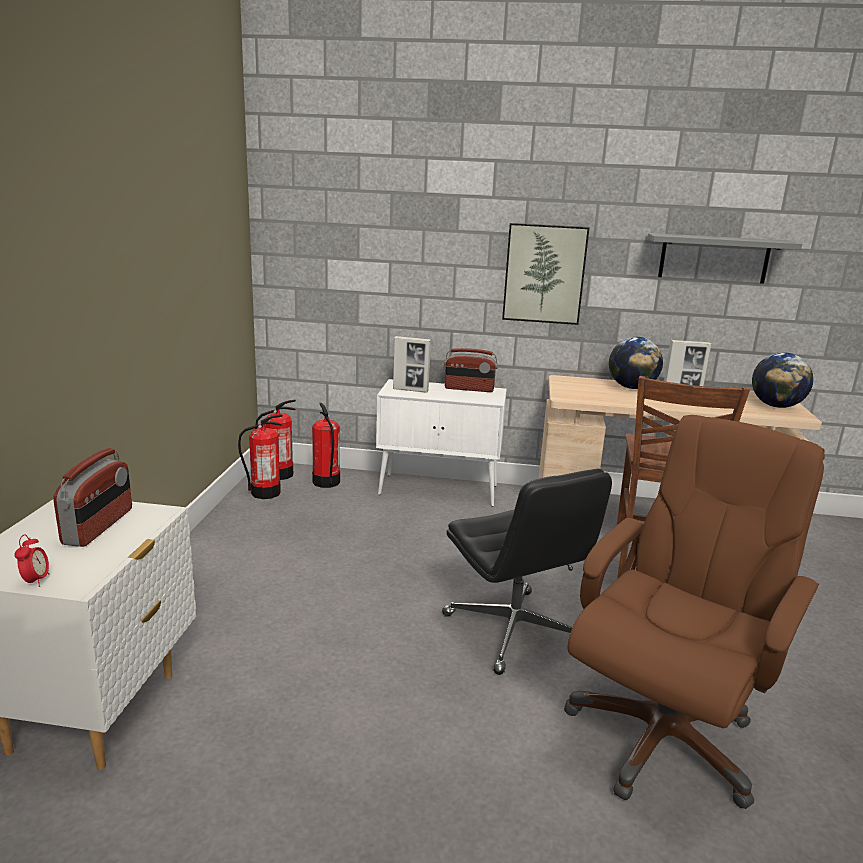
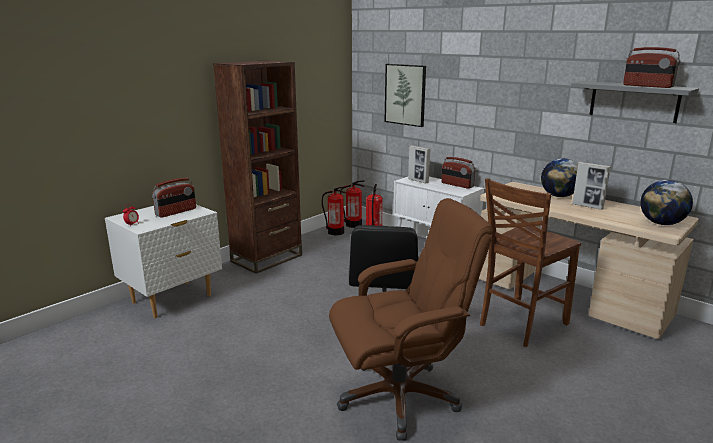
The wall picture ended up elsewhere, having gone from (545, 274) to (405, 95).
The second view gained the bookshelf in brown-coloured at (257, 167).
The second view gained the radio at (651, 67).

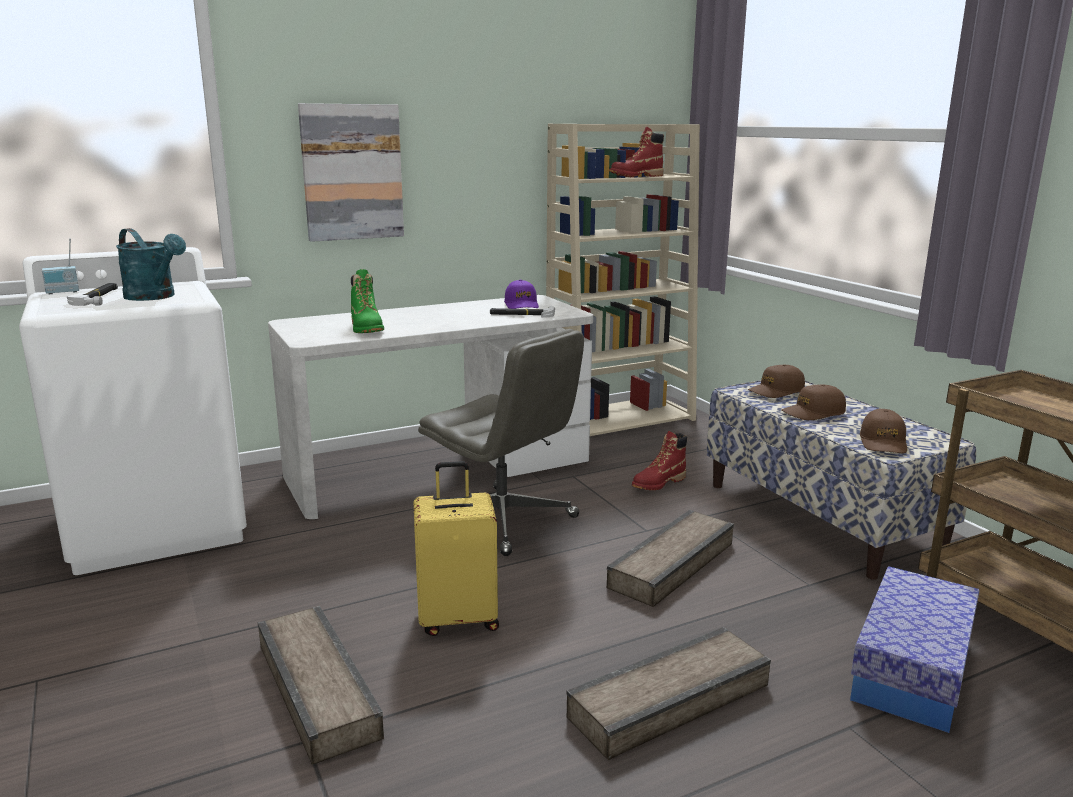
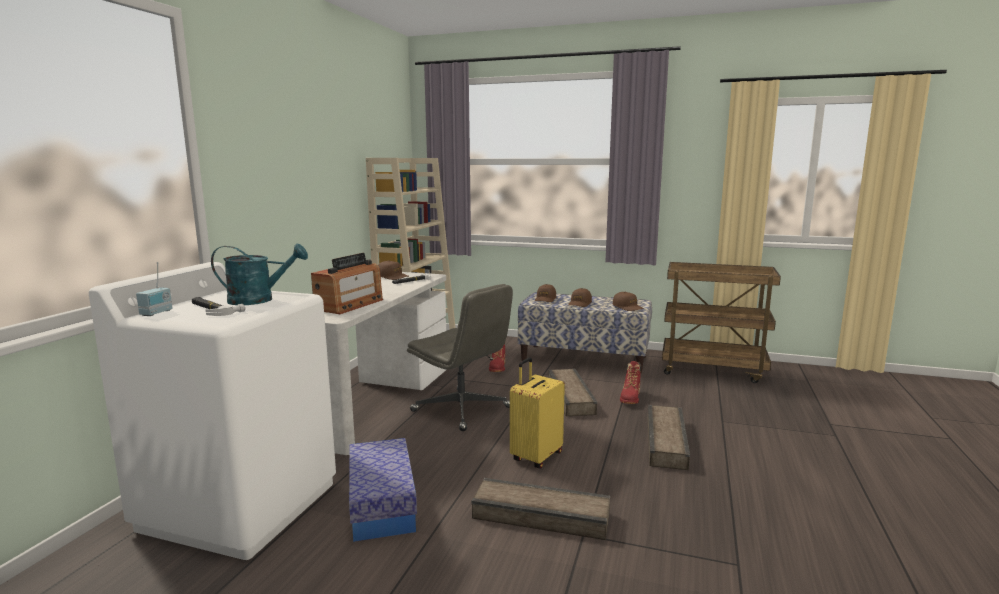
The second view lost the wall picture at (351, 172).
Where the tall boot in green-coloured stood at (367, 301), the radio came to stand at (347, 283).
The office chair in gray at (501, 442) ended up facing another way, 45 degrees clockwise from before.
What was the peaked cap in purplish at (521, 294) turned into the peaked cap in brown-coloured at (393, 270).
The tall boot in red-coloured ended up elsewhere, having gone from (636, 152) to (630, 382).
The storage box ended up elsewhere, having gone from (915, 649) to (383, 490).

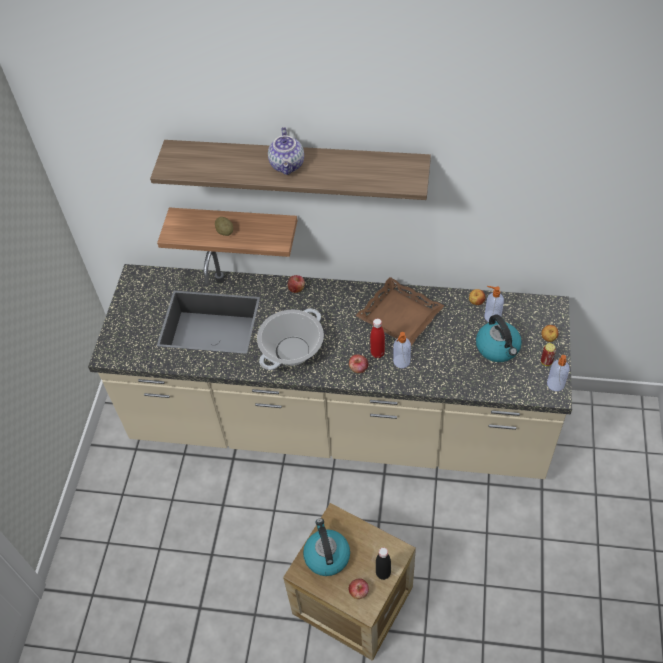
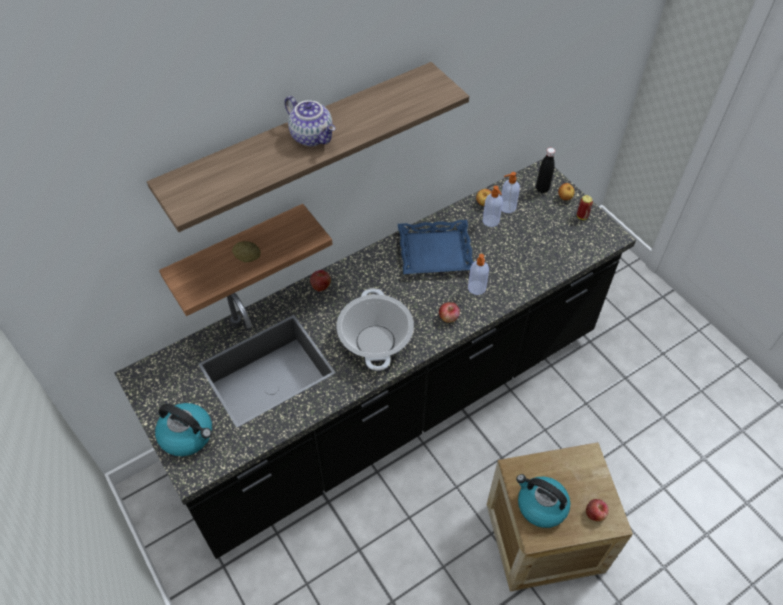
What was the kitchen base unit in sand-coloured at (330, 365) turned into the kitchen base unit in blackish at (375, 359).
What was the carrying tray in brown-coloured at (399, 311) turned into the carrying tray in blue at (436, 247).
The second view lost the bottle in red-coloured at (377, 338).
The bottle in blackish ended up elsewhere, having gone from (383, 563) to (545, 170).
The tea kettle ended up elsewhere, having gone from (499, 338) to (183, 429).
The soap dispenser ended up elsewhere, having gone from (558, 373) to (493, 206).

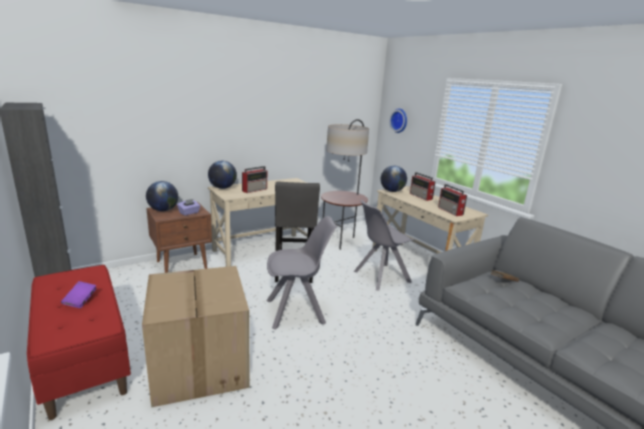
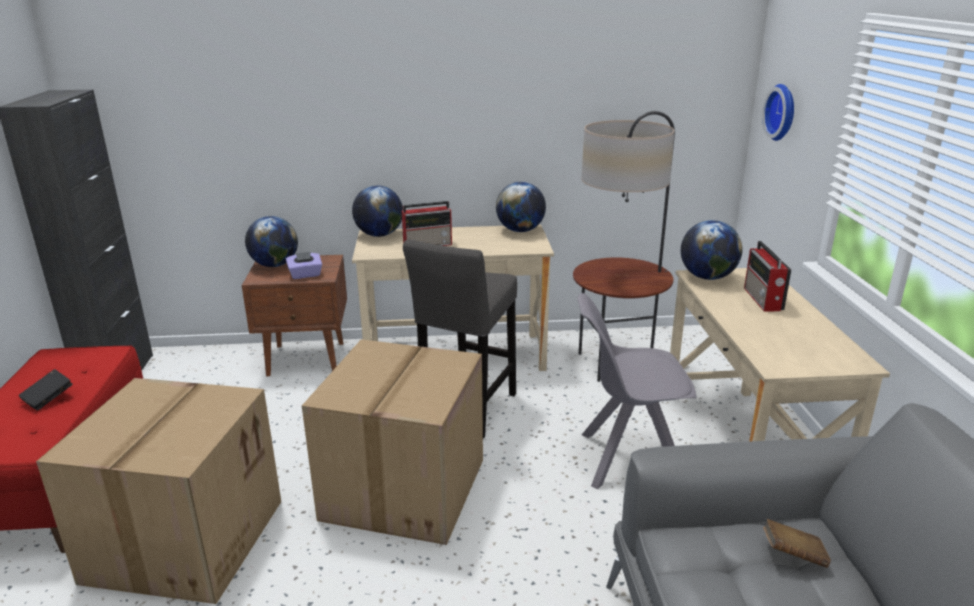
What was the volume in purplish at (79, 294) turned into the volume in blackish at (45, 389).
Where the plain chair in gray stood at (301, 273), the cardboard box came to stand at (392, 442).
The second view lost the radio at (452, 200).
The second view gained the desk globe at (521, 207).

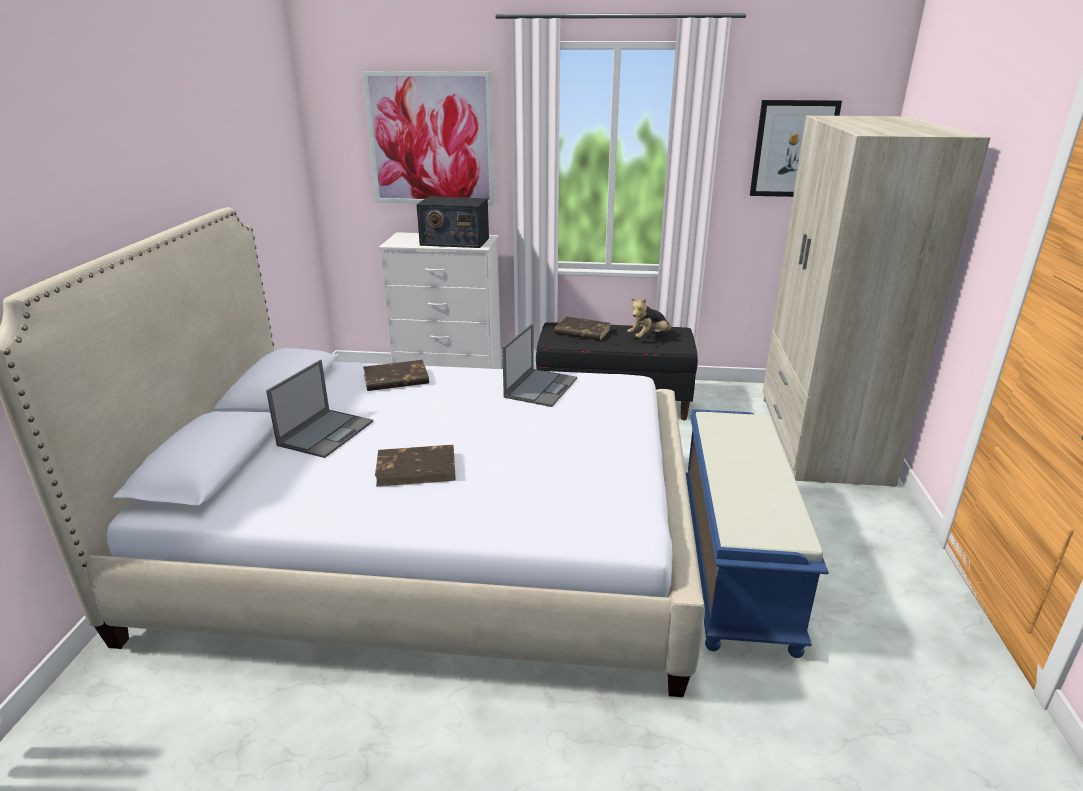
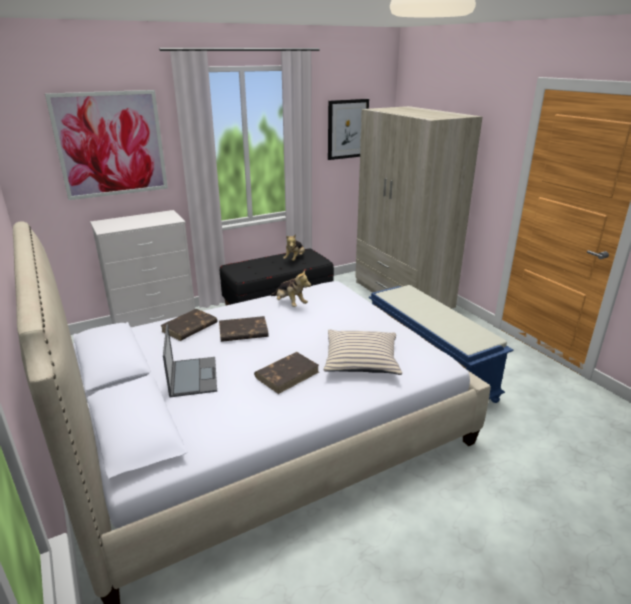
The second view lost the radio at (452, 222).
Where the laptop stood at (539, 365), the soft toy came to stand at (291, 288).
The volume in brown-coloured ended up elsewhere, having gone from (582, 328) to (244, 329).
The second view gained the pillow in sand-coloured at (363, 352).

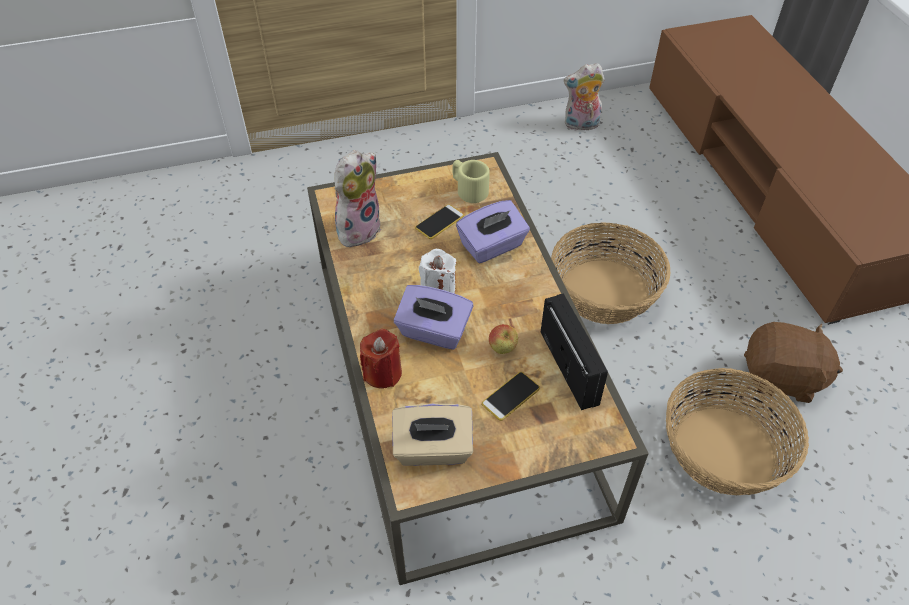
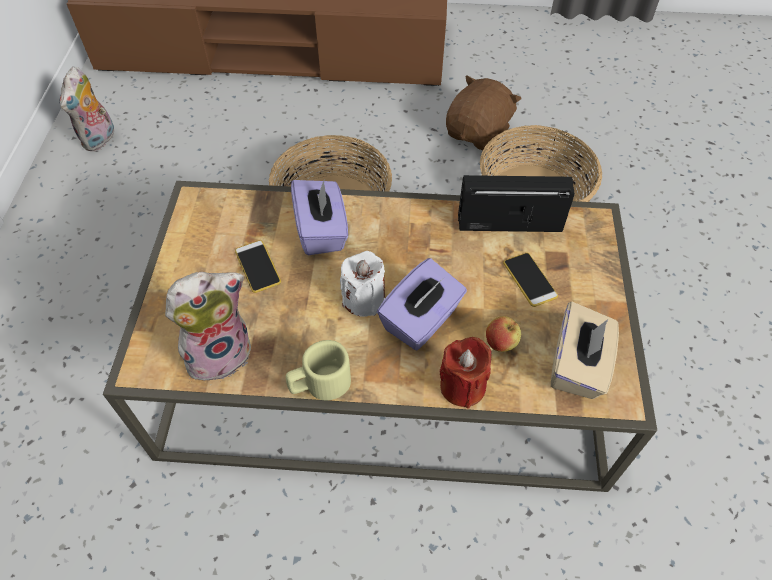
The soft toy at (357, 198) ended up facing another way, 90 degrees clockwise from before.
The mug in sand-coloured ended up elsewhere, having gone from (471, 181) to (318, 370).
The apple ended up elsewhere, having gone from (503, 339) to (503, 334).

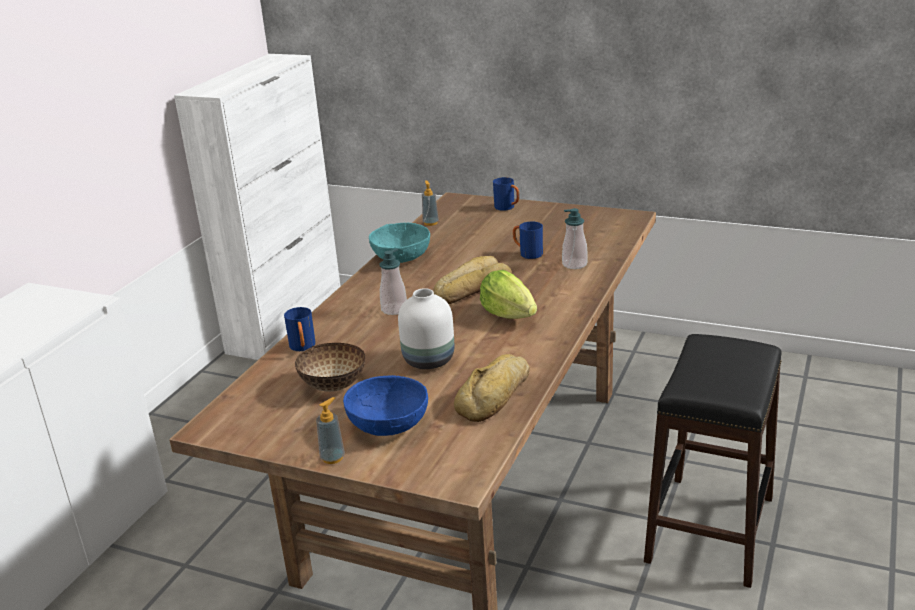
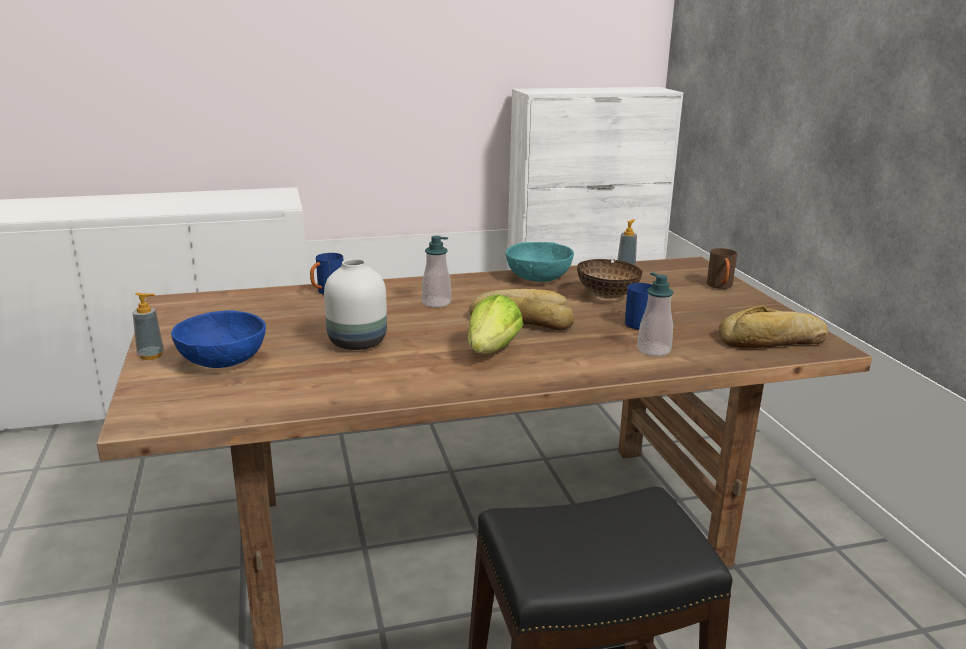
The deep dish ended up elsewhere, having gone from (330, 367) to (610, 279).
The baked bread ended up elsewhere, having gone from (492, 388) to (773, 326).
What was the mug in blue at (506, 194) turned into the mug in brown-coloured at (722, 268).

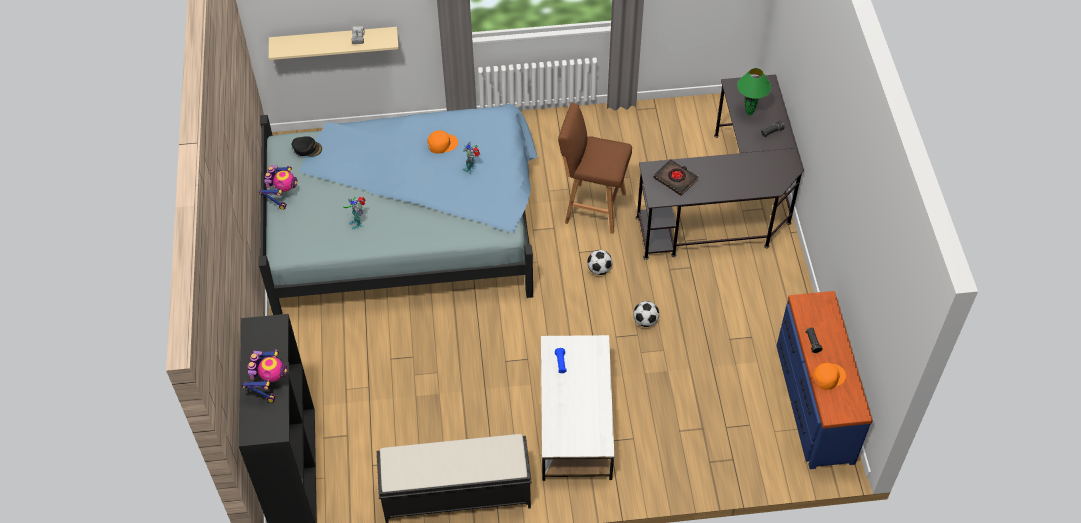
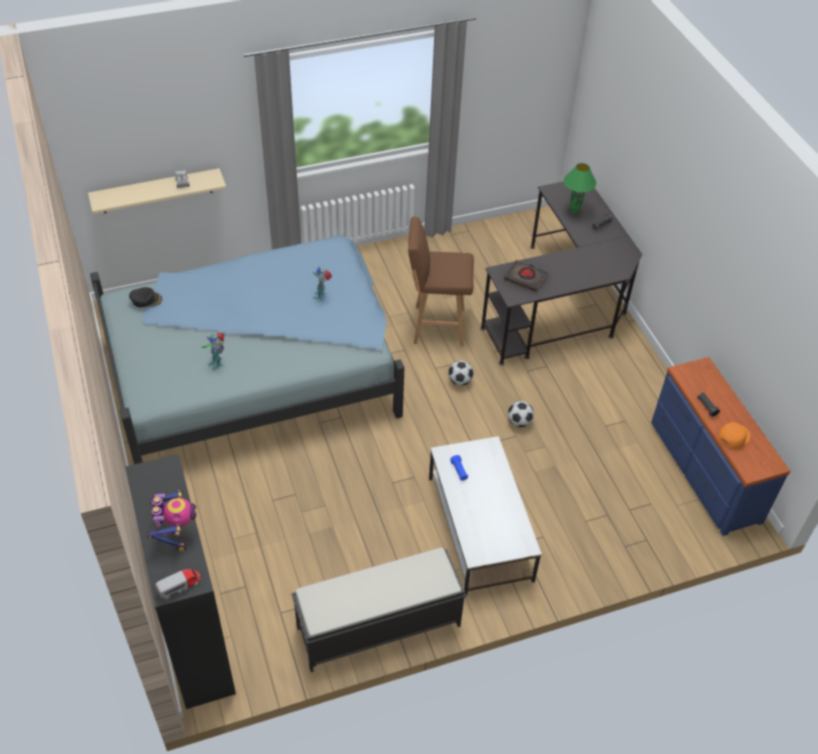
The second view lost the model robot at (278, 187).
The second view lost the peaked cap in orange at (442, 142).
The second view gained the model truck at (178, 584).

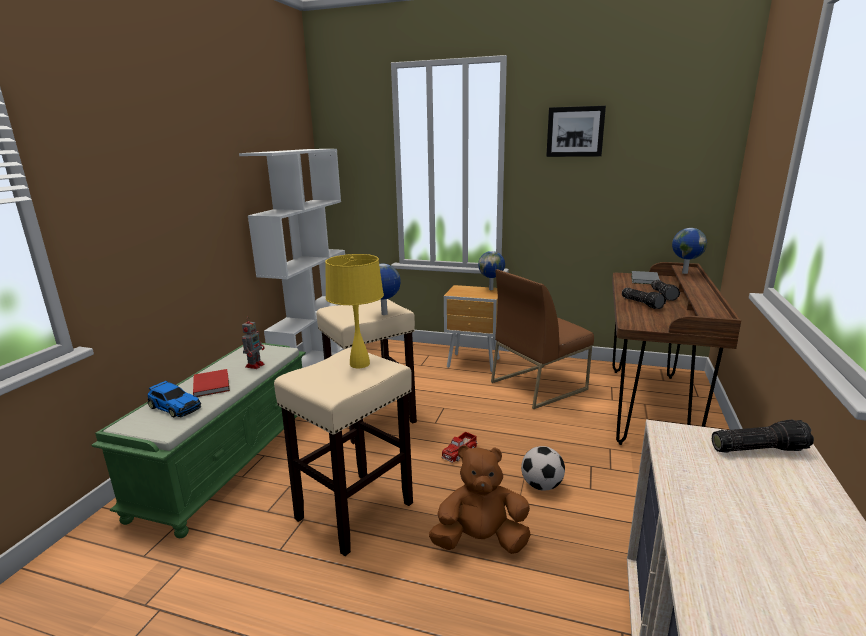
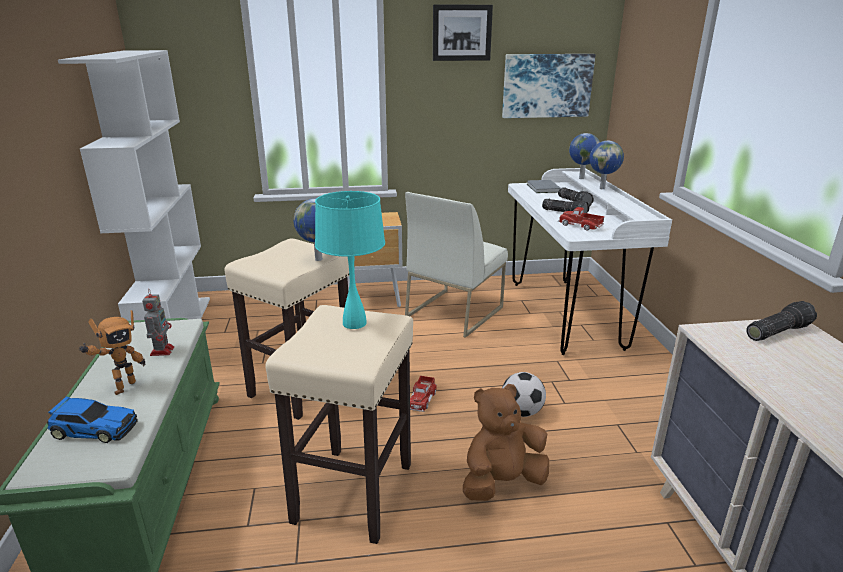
Where the volume in red-coloured stood at (211, 383), the model robot came to stand at (111, 352).
What was the table lamp in yellow-coloured at (354, 311) turned into the table lamp in turquoise at (350, 260).
The desk globe ended up elsewhere, having gone from (491, 270) to (606, 165).
What was the plain chair in brown-coloured at (542, 339) turned into the plain chair in whitish at (456, 265).
What was the desk table in brown-coloured at (676, 353) turned into the desk table in whitish at (590, 261).
The second view gained the wall picture at (549, 86).
The second view gained the model truck at (581, 219).

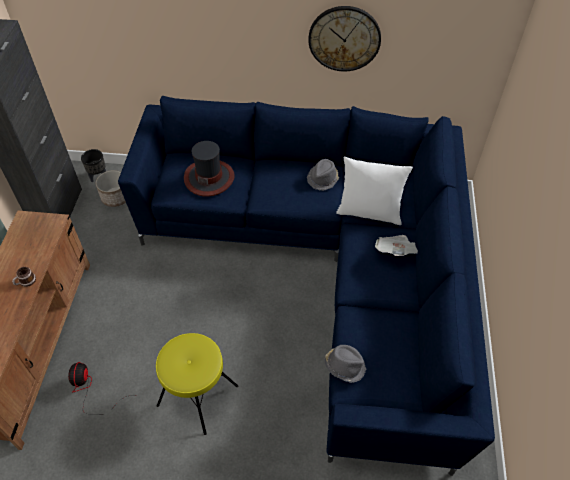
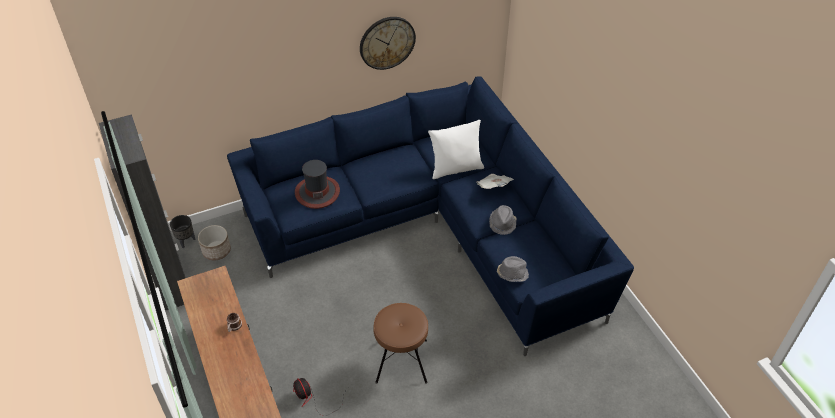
What was the stool seat in yellow-coloured at (197, 384) turned into the stool seat in brown-coloured at (400, 343).
The hat in gray ended up elsewhere, having gone from (323, 175) to (503, 220).

